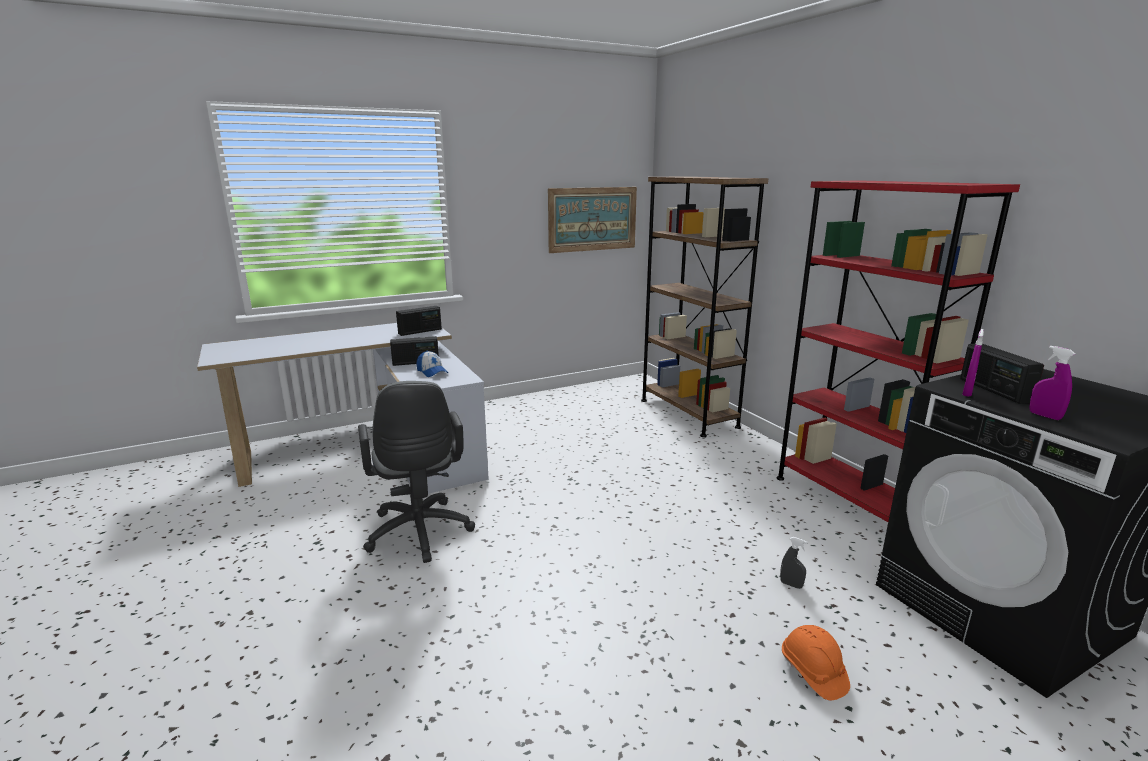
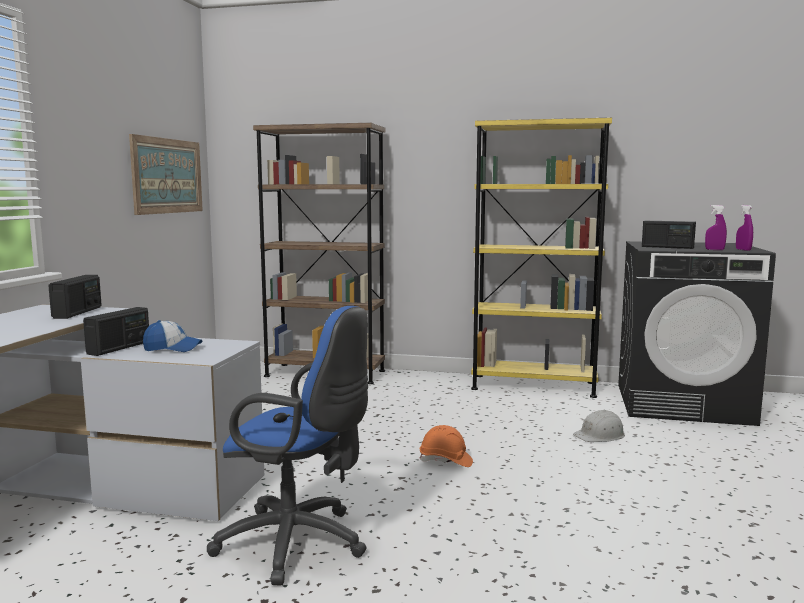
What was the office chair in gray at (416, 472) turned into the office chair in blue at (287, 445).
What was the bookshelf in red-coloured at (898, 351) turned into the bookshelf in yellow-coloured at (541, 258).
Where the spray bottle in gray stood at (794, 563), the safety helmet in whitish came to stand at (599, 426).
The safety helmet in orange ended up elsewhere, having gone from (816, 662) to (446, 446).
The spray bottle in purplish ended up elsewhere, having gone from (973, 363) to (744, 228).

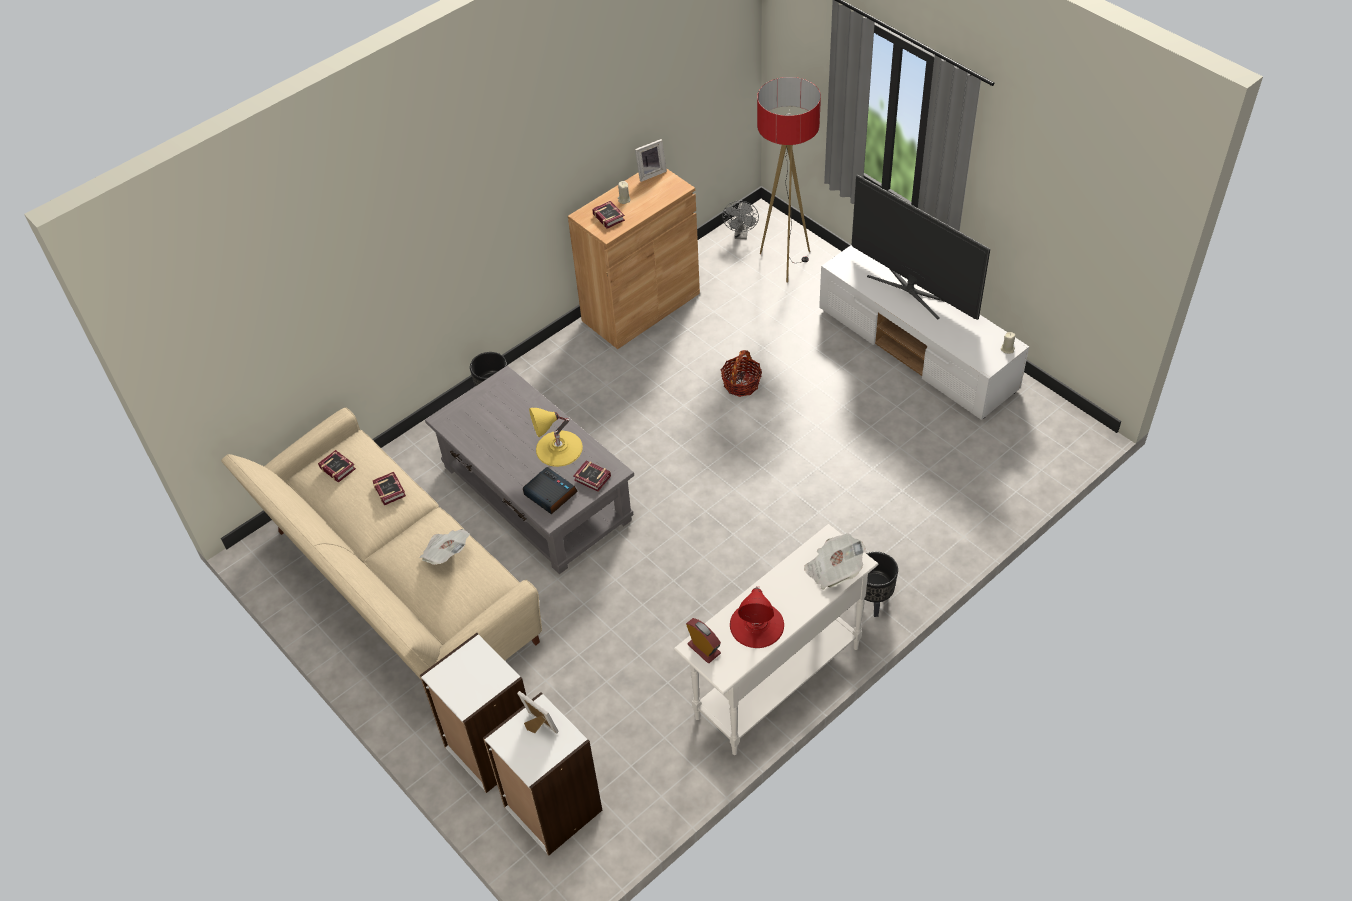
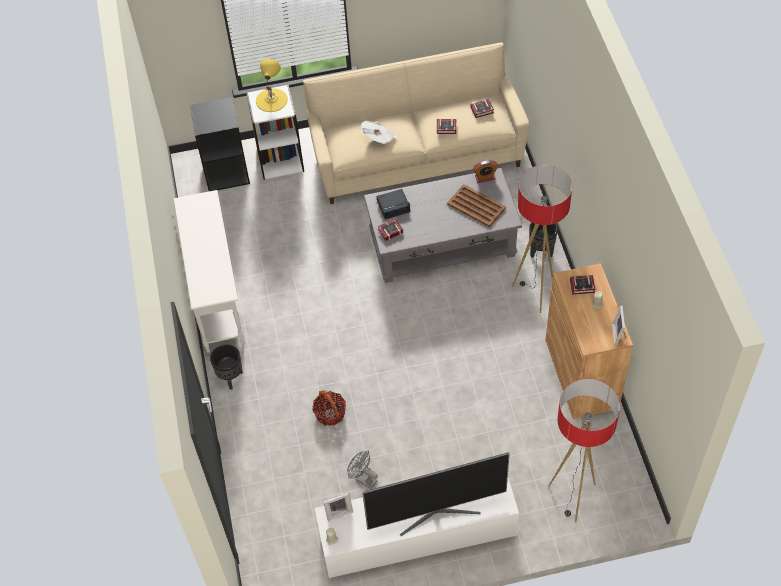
What was the bookshelf in whitish at (542, 774) turned into the bookshelf in blackish at (220, 144).
The picture frame ended up elsewhere, having gone from (538, 712) to (338, 507).
The table lamp in yellow-coloured ended up elsewhere, having gone from (556, 437) to (272, 85).
The alarm clock ended up elsewhere, having gone from (703, 640) to (485, 171).
The storage basket ended up elsewhere, having gone from (741, 373) to (329, 408).
The cooling fan in gray ended up elsewhere, having gone from (740, 219) to (362, 470).
The second view lost the table lamp in red-coloured at (757, 617).
The second view lost the newspaper at (835, 561).
The second view gained the carrying tray in brown-coloured at (476, 205).
The second view gained the floor lamp at (542, 239).

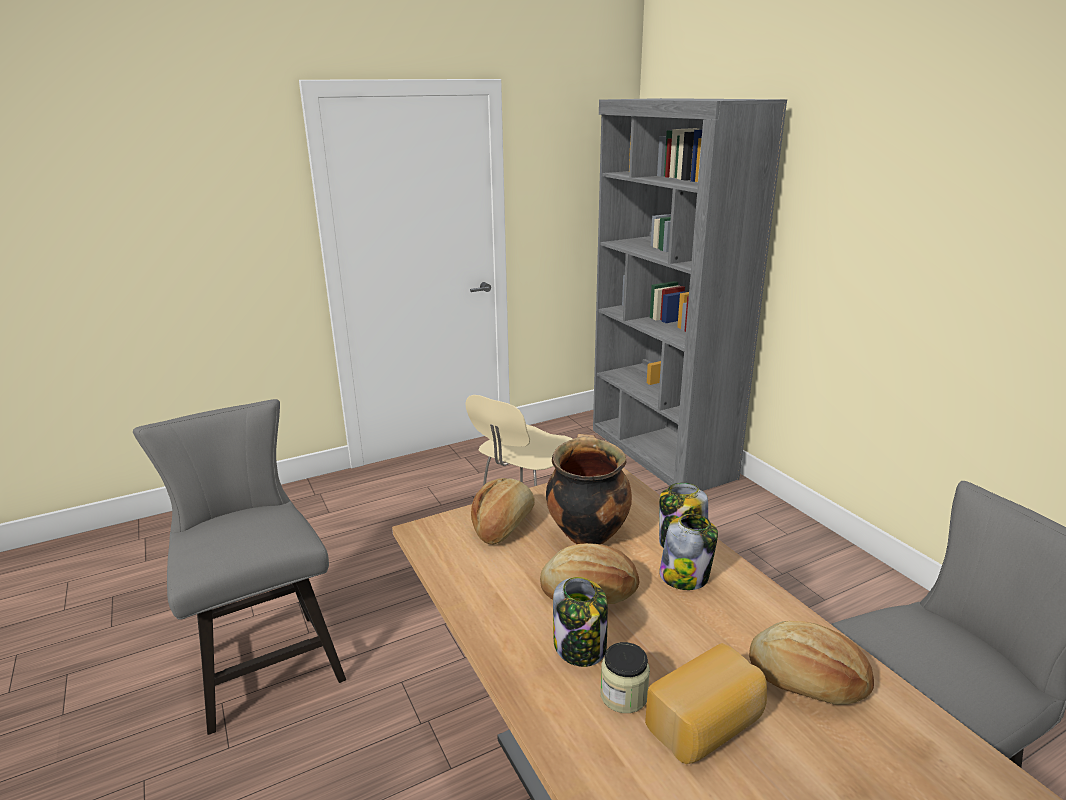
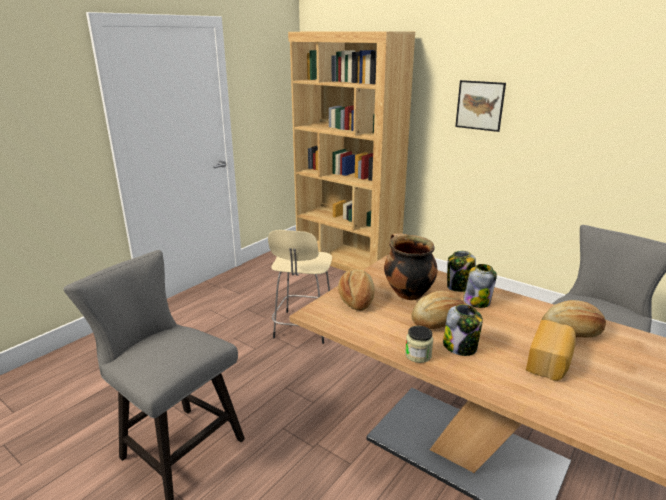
What was the bookshelf in gray at (690, 294) turned into the bookshelf in brown-coloured at (351, 151).
The jar ended up elsewhere, having gone from (625, 677) to (419, 344).
The second view gained the wall picture at (480, 106).

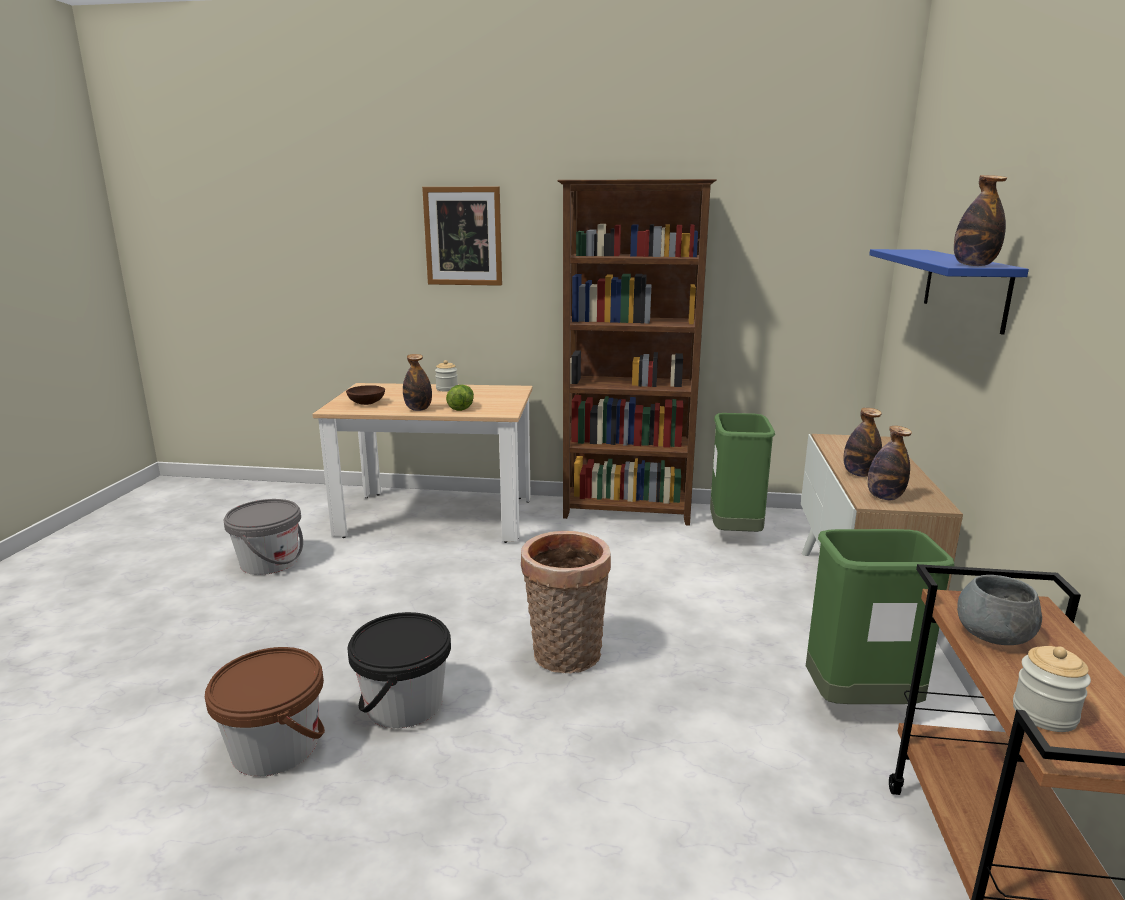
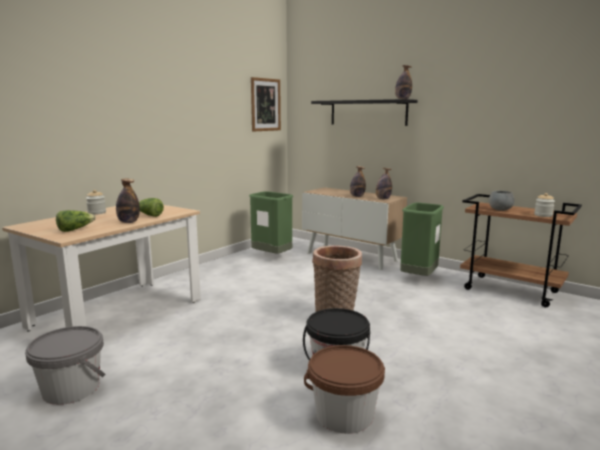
Where the deep dish in brown-coloured stood at (365, 395), the head of lettuce came to stand at (76, 221).
The wall picture ended up elsewhere, having gone from (462, 236) to (266, 104).
The second view lost the bookshelf in brown-coloured at (637, 352).
What was the shelf in blue at (949, 292) turned into the shelf in blackish at (364, 112).

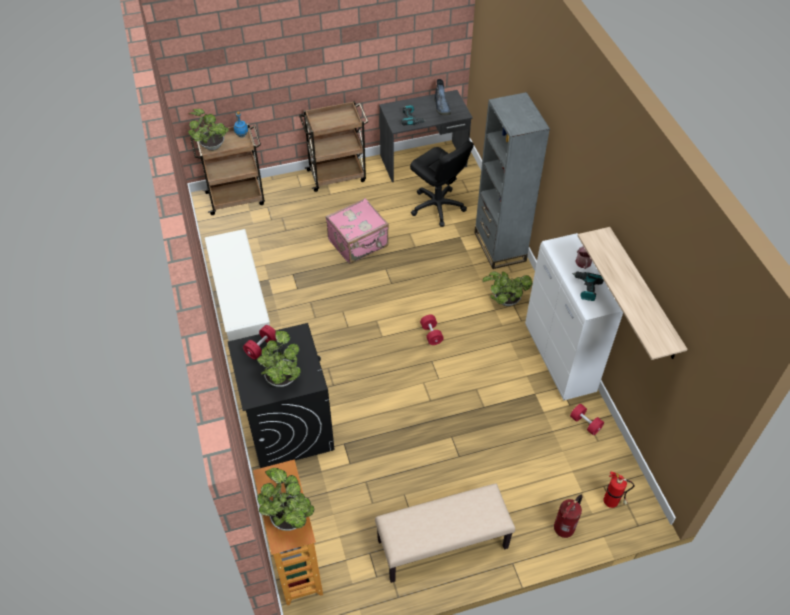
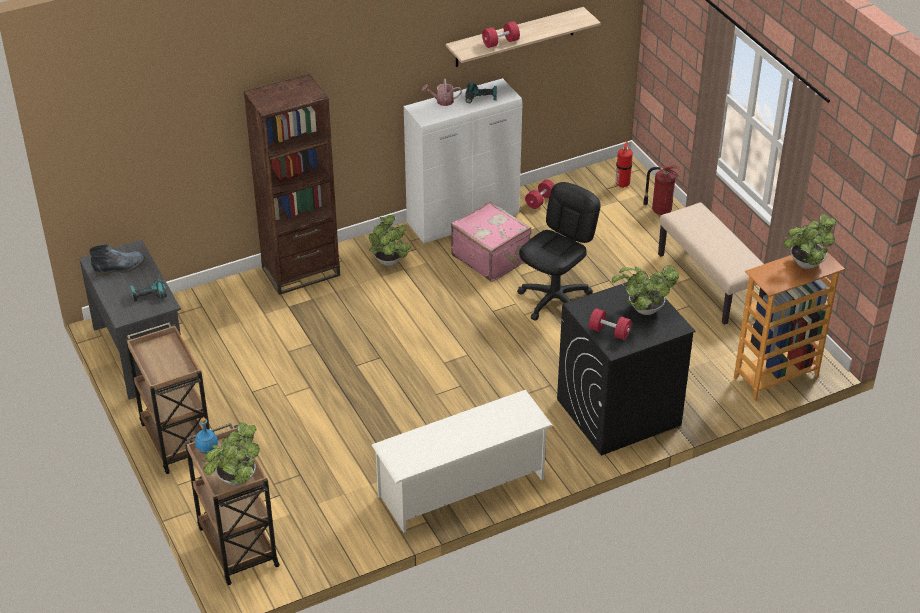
The suitcase in pinkish ended up elsewhere, having gone from (357, 231) to (491, 241).
The office chair in blackish ended up elsewhere, having gone from (442, 184) to (559, 251).
The hand weight in red-coloured ended up elsewhere, having gone from (432, 329) to (501, 34).
What was the bookshelf in gray at (512, 180) turned into the bookshelf in brown-coloured at (292, 184).

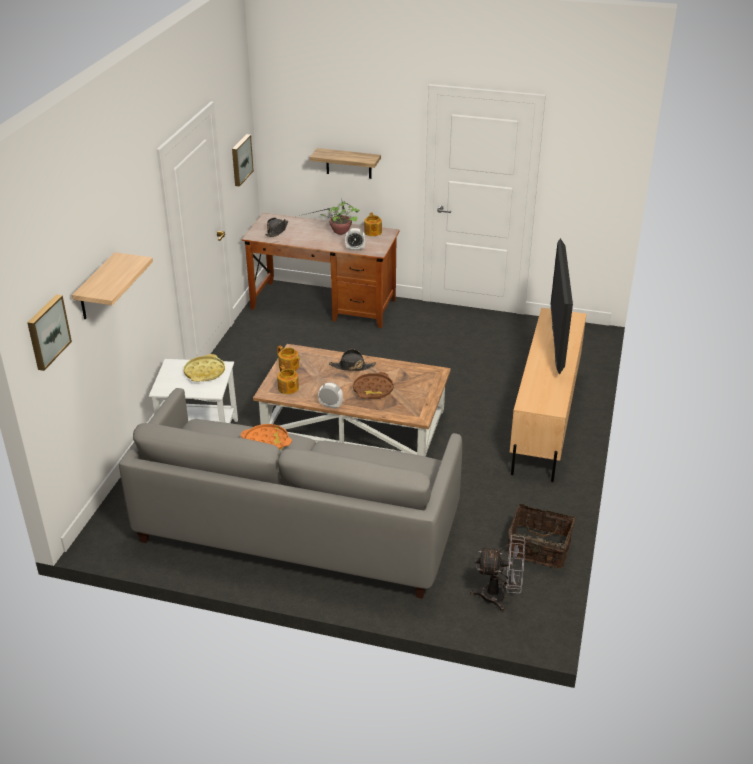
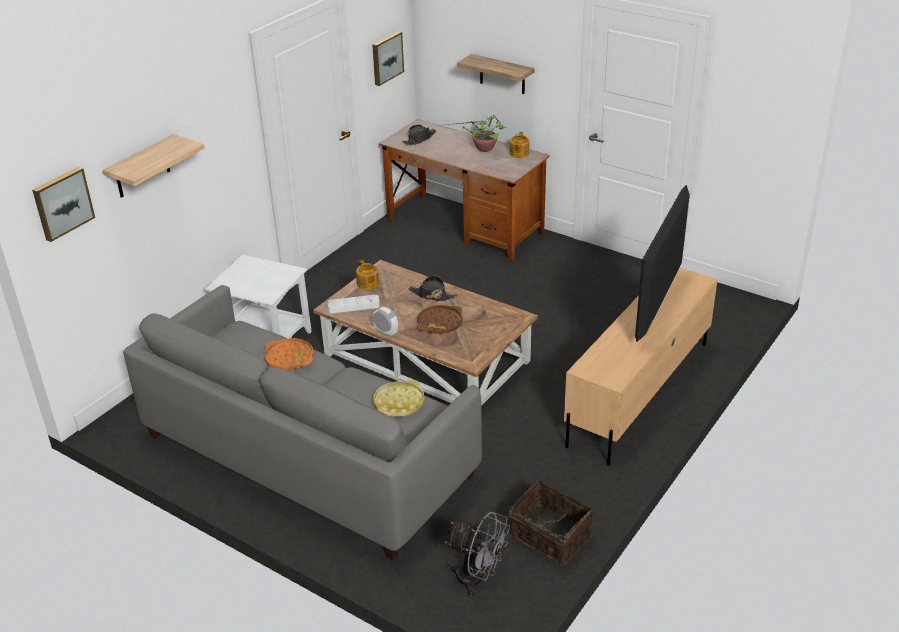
The carrying tray in yellow-coloured ended up elsewhere, having gone from (204, 368) to (399, 398).
Where the pot for tea stood at (288, 379), the carrying tray in whitish came to stand at (353, 304).
The second view lost the alarm clock at (355, 239).

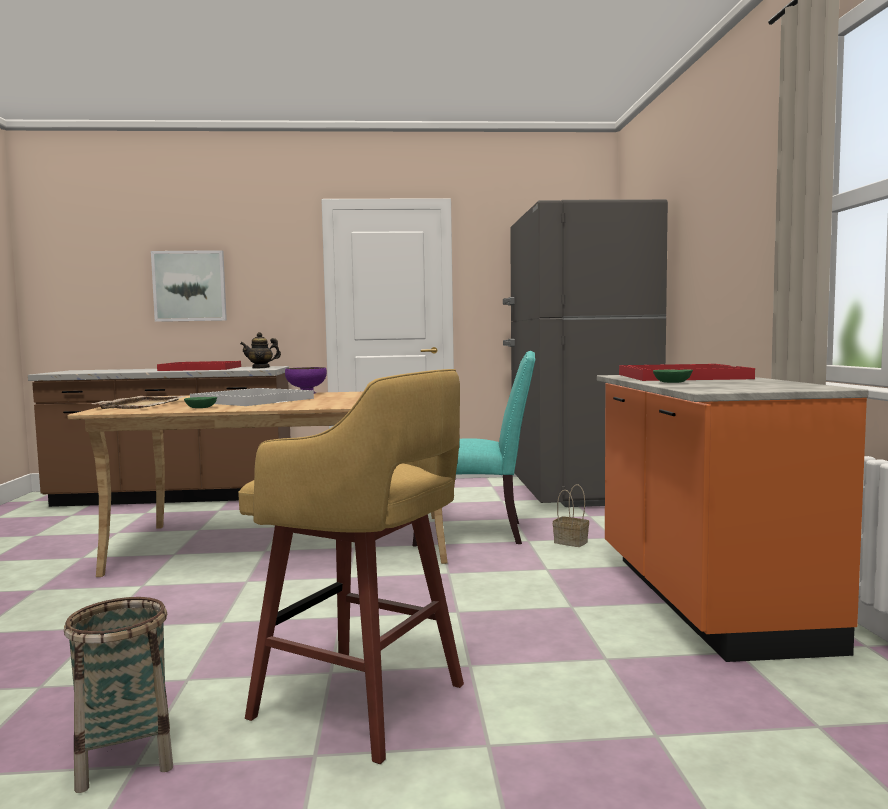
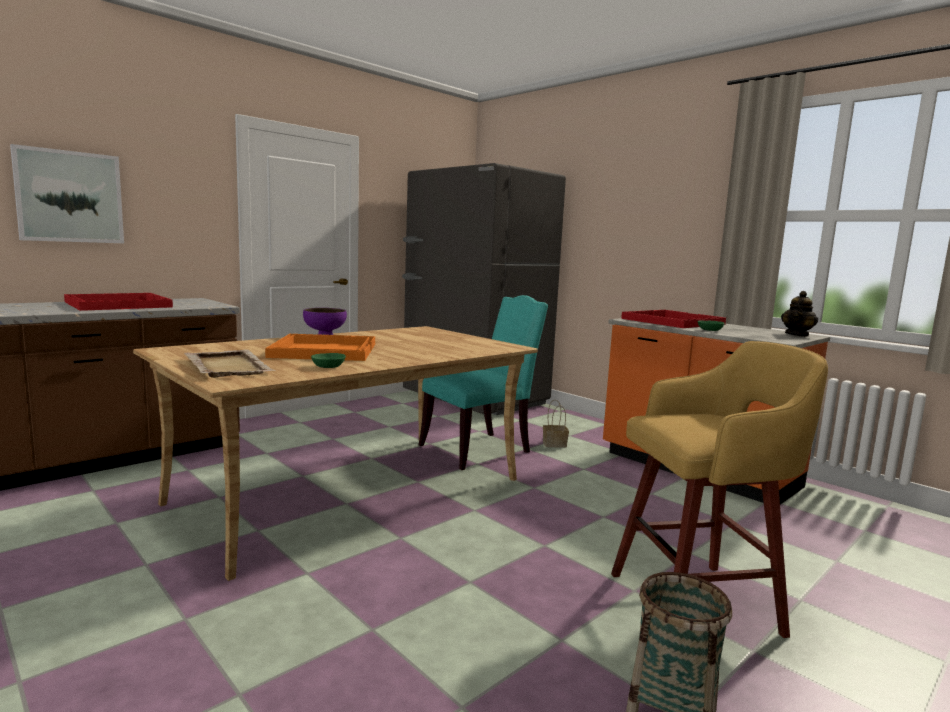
What was the carrying tray in whitish at (252, 397) turned into the carrying tray in orange at (320, 347).
The pot for tea ended up elsewhere, having gone from (260, 350) to (799, 314).

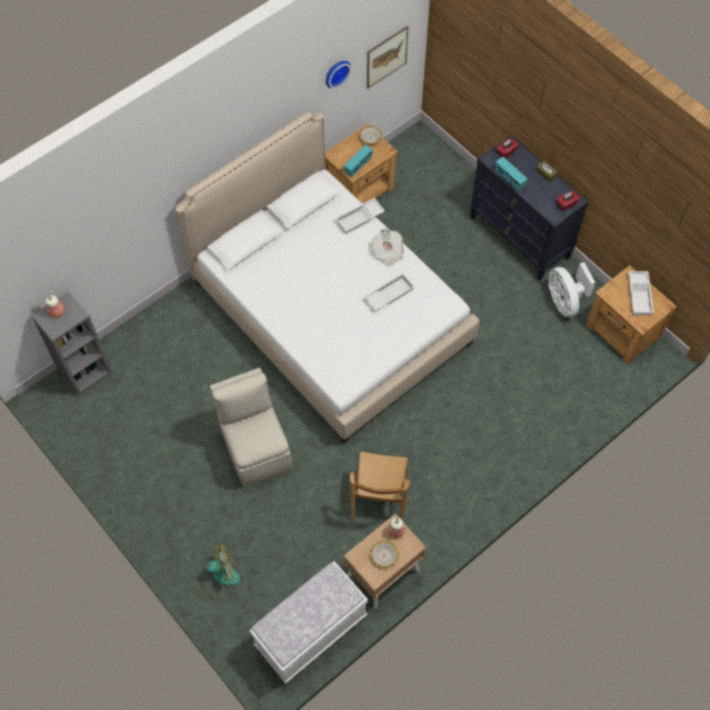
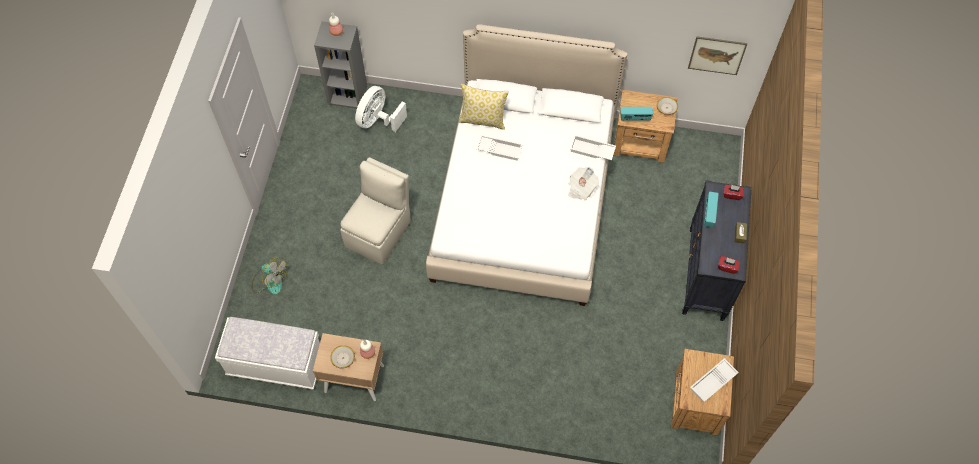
The second view lost the wall clock at (338, 74).
The second view lost the plain chair in brown-coloured at (380, 486).
The carrying tray in whitish ended up elsewhere, having gone from (389, 292) to (499, 148).
The cooling fan in whitish ended up elsewhere, having gone from (572, 289) to (381, 109).
The second view gained the pillow at (484, 107).

